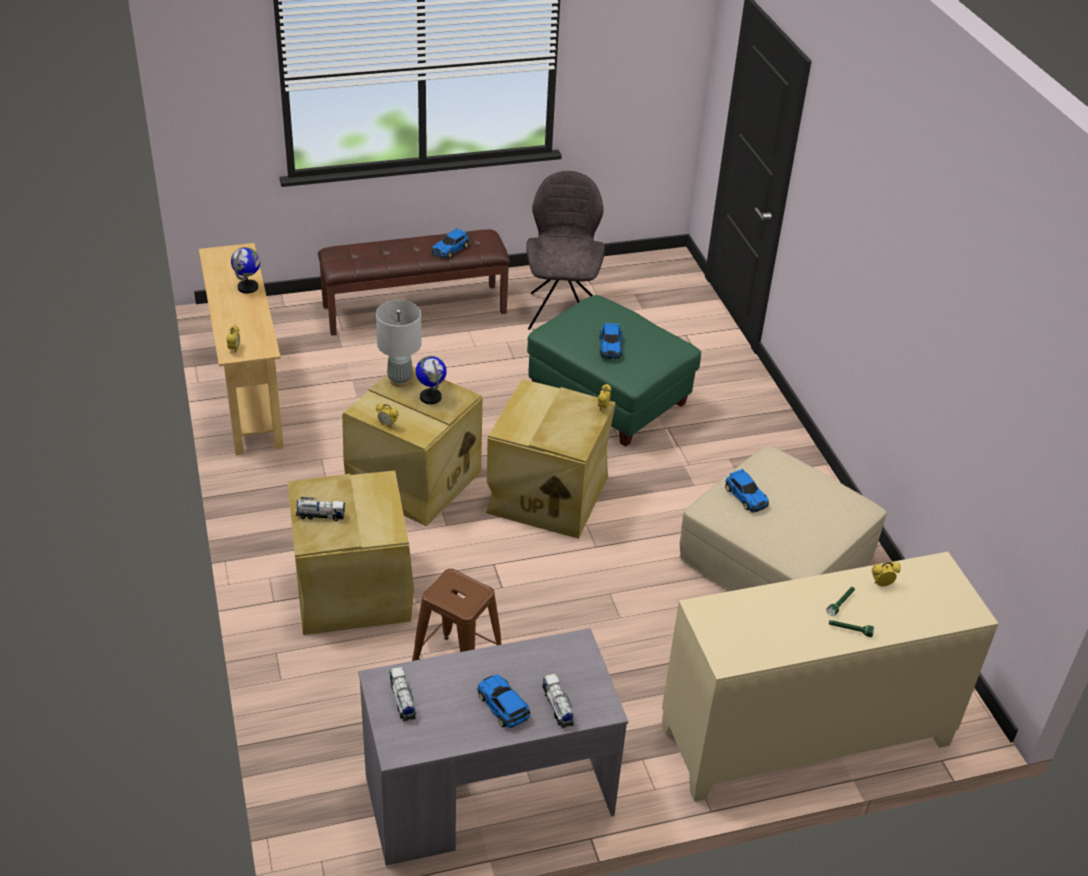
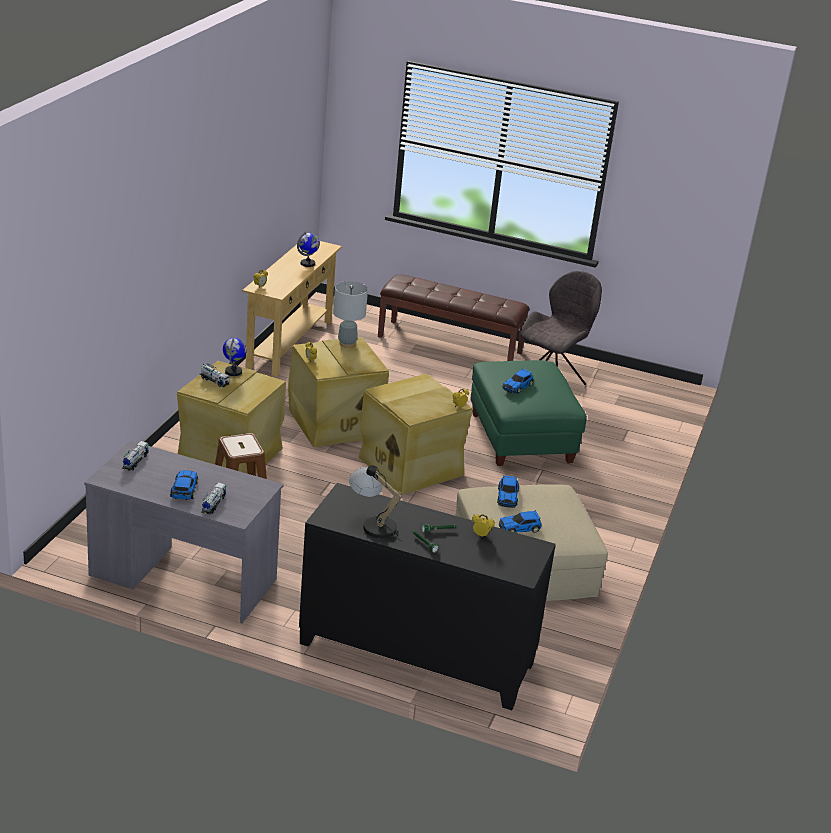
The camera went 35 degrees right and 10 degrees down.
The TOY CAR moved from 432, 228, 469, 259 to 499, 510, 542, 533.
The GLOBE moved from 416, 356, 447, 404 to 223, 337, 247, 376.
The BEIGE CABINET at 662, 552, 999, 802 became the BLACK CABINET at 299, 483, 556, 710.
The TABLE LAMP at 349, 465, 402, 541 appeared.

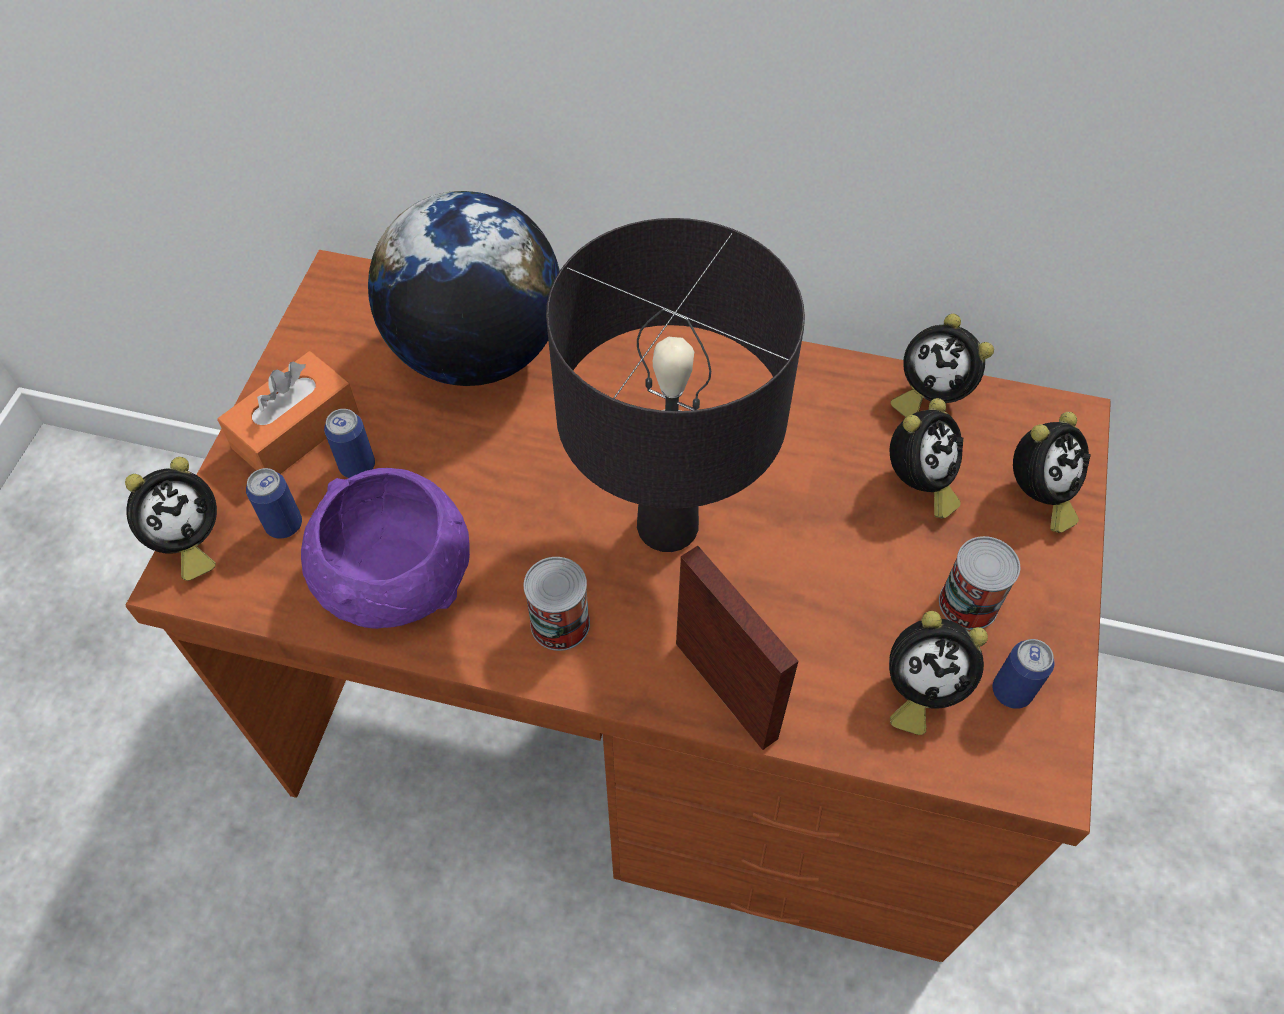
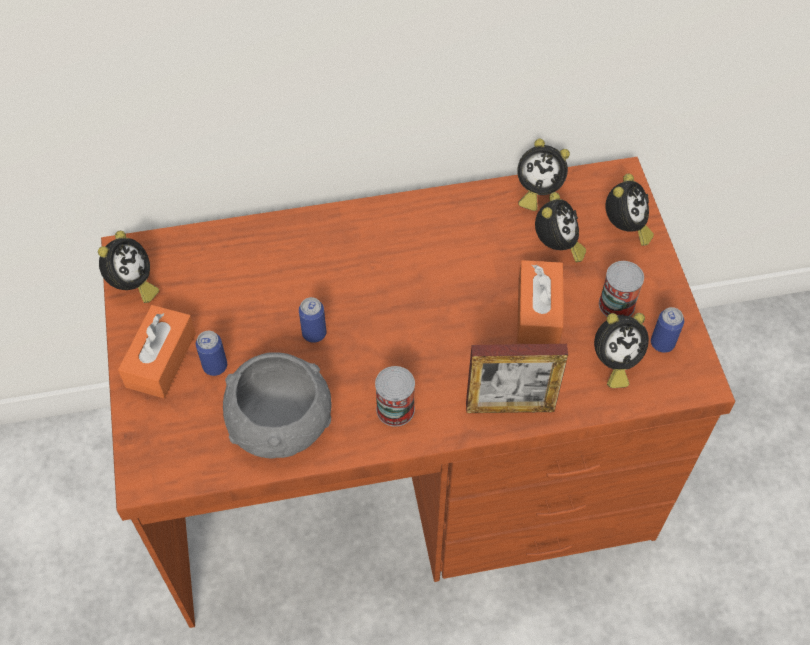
The camera went 25 degrees left and 0 degrees up.
The GLOBE at 368, 191, 560, 386 disappeared.
The BLACK TABLE LAMP at 546, 218, 805, 552 disappeared.
The ALARM CLOCK moved from 125, 457, 217, 581 to 98, 231, 159, 303.
The CAN moved from 246, 468, 302, 538 to 299, 297, 326, 343.
The PURPLE BOWL at 301, 468, 470, 629 became the GREY BOWL at 223, 352, 332, 458.
The PICTURE FRAME at 676, 546, 799, 750 turned 150 degrees clockwise.
The ORANGE TISSUE BOX at 517, 260, 563, 344 appeared.

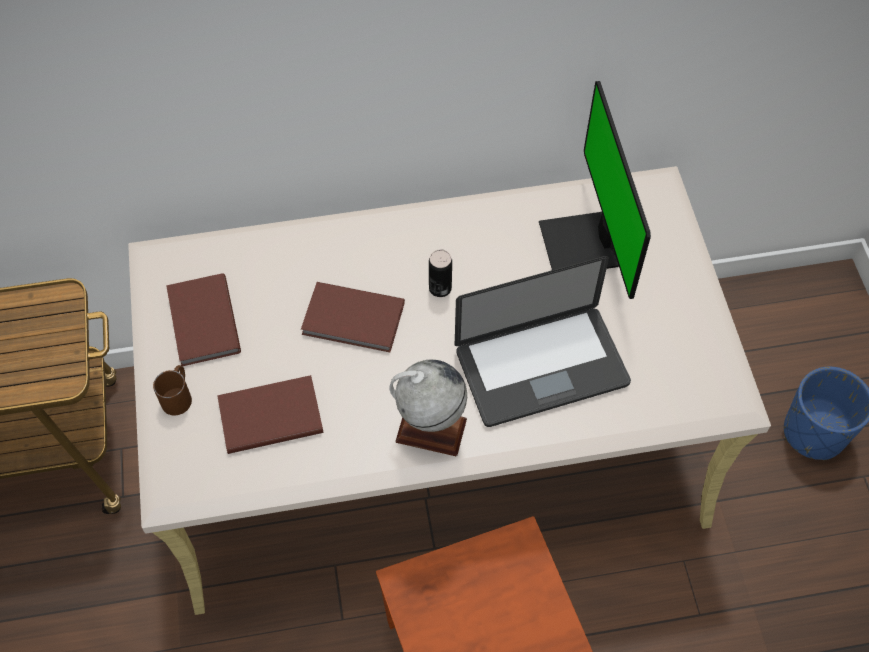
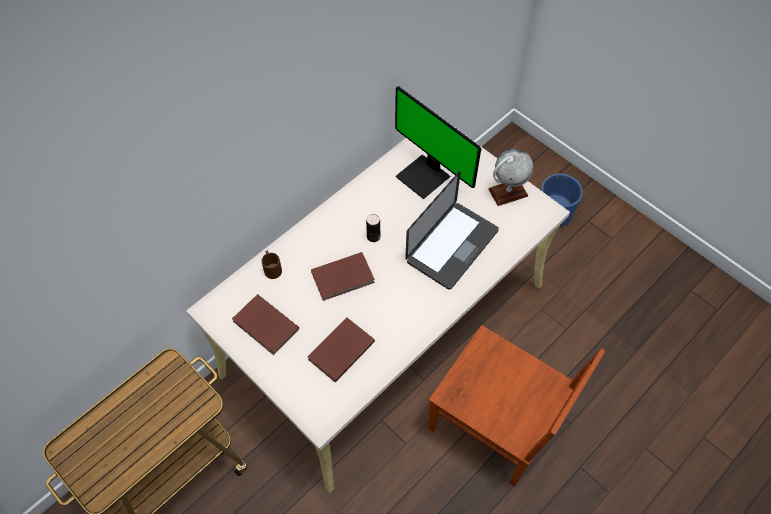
The camera went 35 degrees left and 0 degrees up.
The GLOBE moved from 389, 359, 467, 456 to 488, 149, 533, 206.
The BROWN MUG moved from 153, 365, 192, 415 to 261, 251, 282, 279.

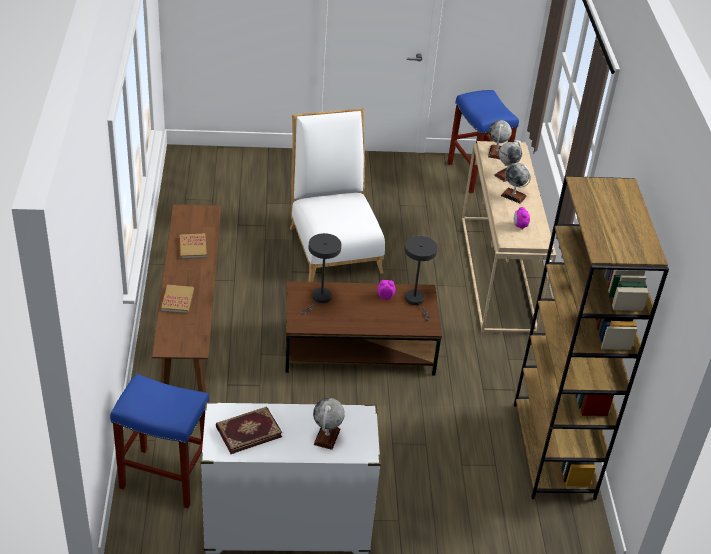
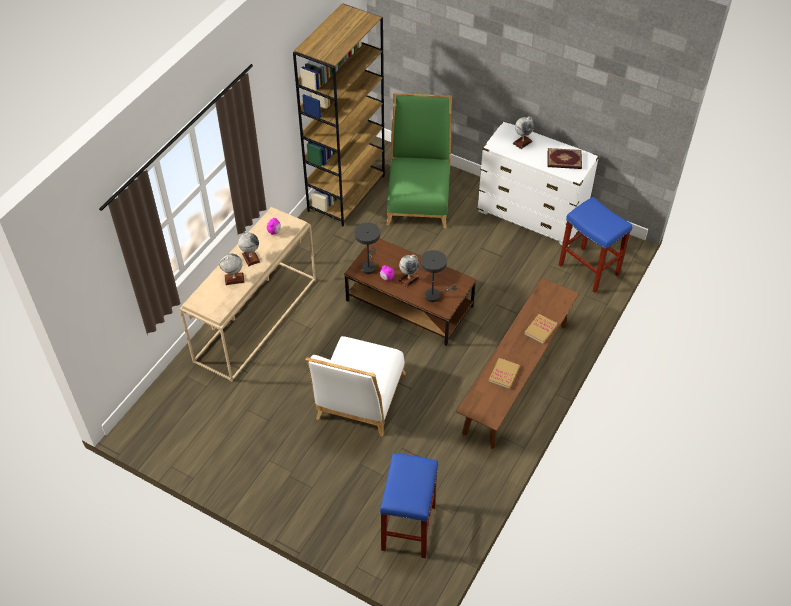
The camera went 145 degrees left and 10 degrees up.
The BLUE STOOL moved from 447, 90, 519, 193 to 380, 453, 438, 558.
The GLOBE moved from 488, 120, 512, 159 to 398, 255, 420, 287.
The GREEN CHAIR at 386, 93, 452, 228 appeared.

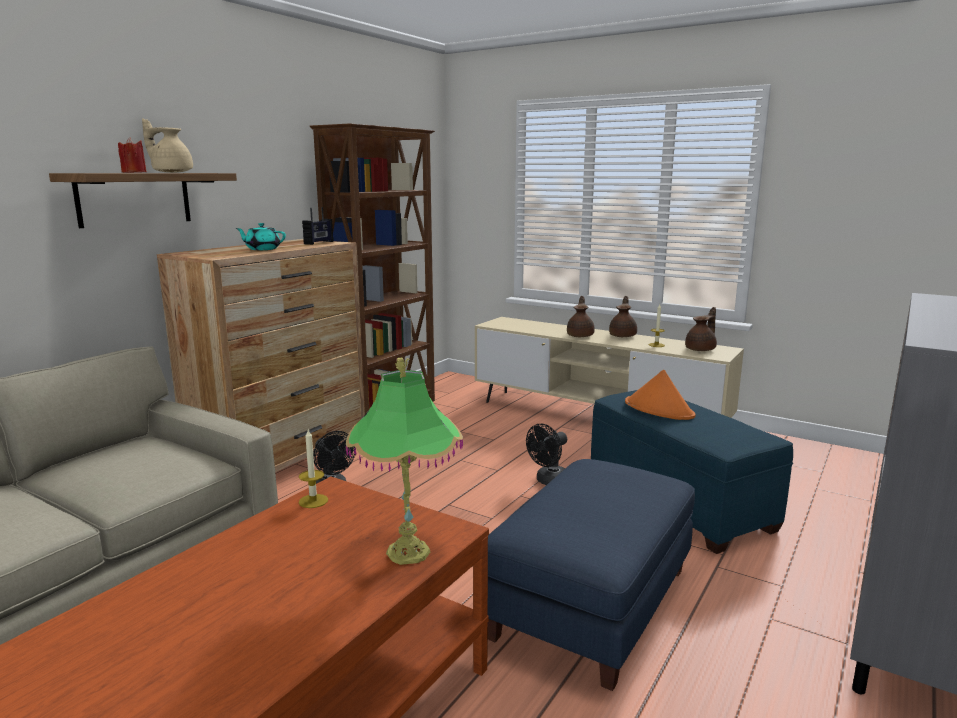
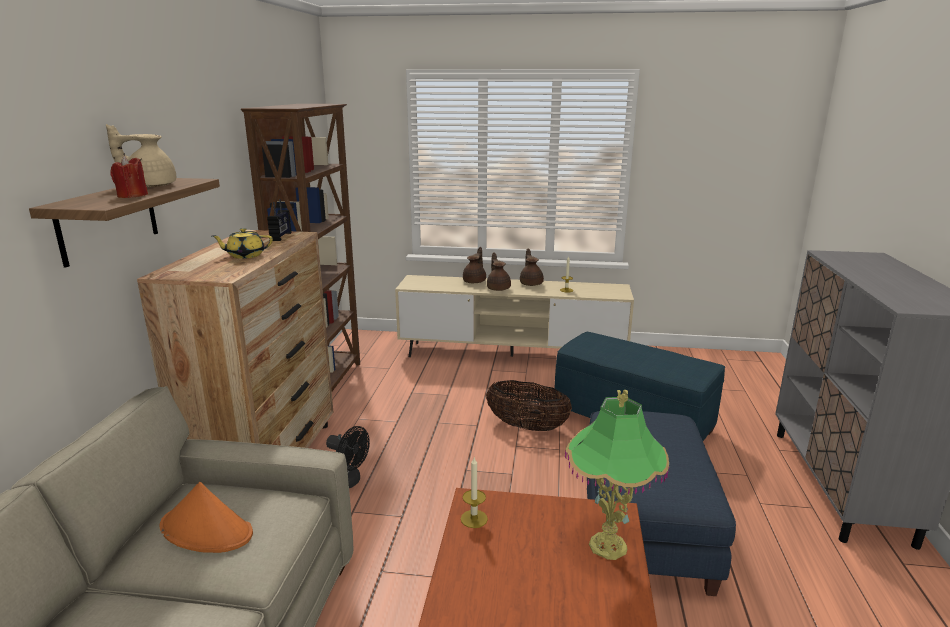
The camera went 25 degrees left and 5 degrees up.
The TURQUOISE TEAPOT at 236, 223, 286, 250 became the YELLOW TEAPOT at 212, 228, 273, 259.
The BROWN TEAPOT moved from 685, 307, 717, 351 to 463, 247, 486, 283.
The ORANGE HAT moved from 625, 369, 696, 420 to 159, 482, 253, 553.
The BLACK FAN at 526, 424, 567, 485 was replaced by the BASKET at 486, 380, 572, 431.

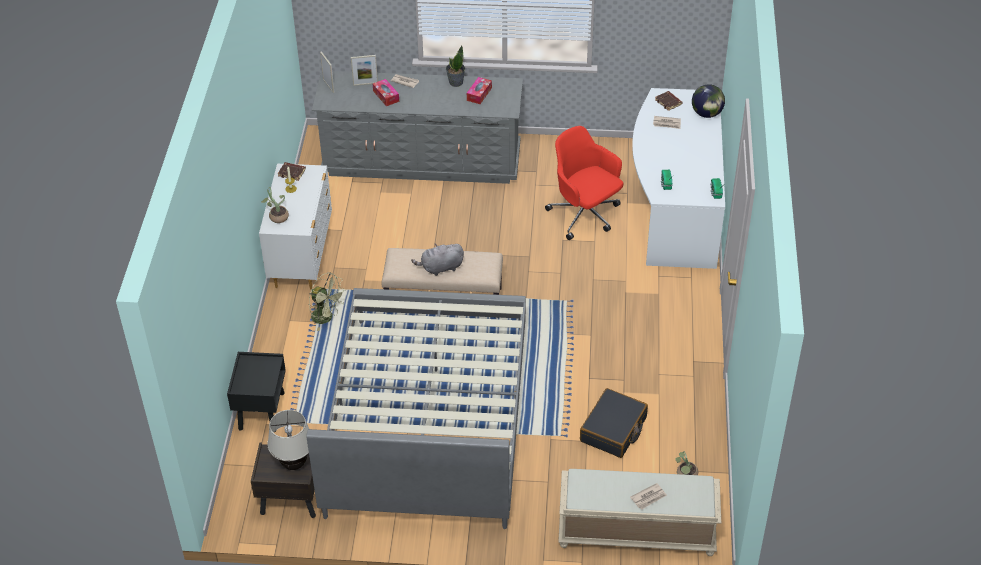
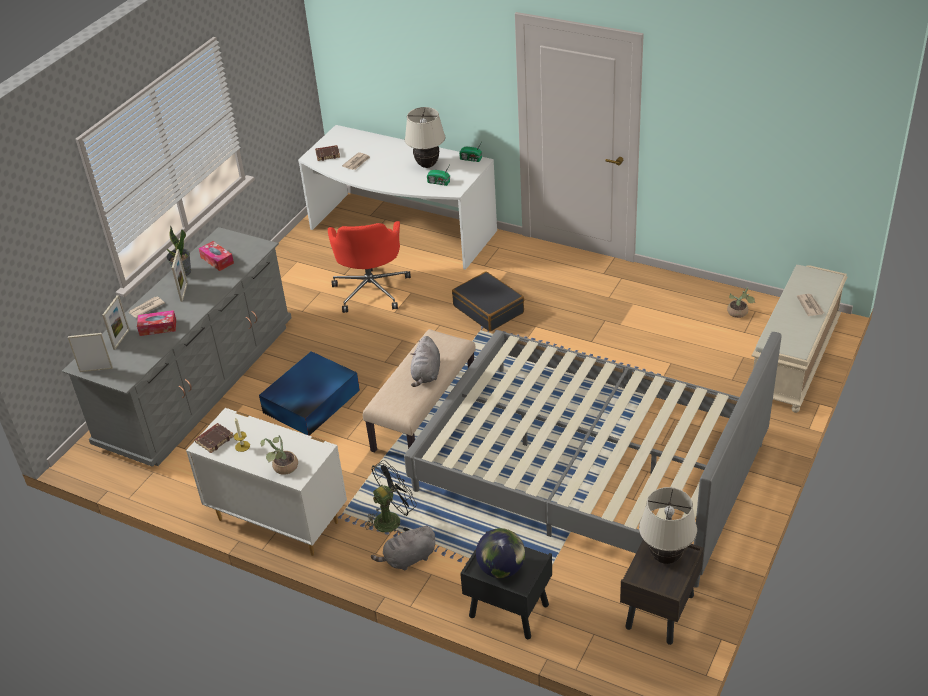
The camera went 65 degrees left and 5 degrees down.
The GLOBE moved from 692, 84, 725, 118 to 476, 528, 525, 578.
The RED OFFICE CHAIR at 545, 126, 624, 240 turned 75 degrees counterclockwise.
The GREEN FAN at 309, 272, 346, 331 became the BLACK FAN at 365, 460, 417, 532.
The BLACK SUITCASE moved from 580, 388, 648, 458 to 452, 271, 524, 332.
The BEIGE TABLE LAMP at 405, 107, 445, 168 appeared.
The PICTURE FRAME at 172, 249, 188, 302 appeared.
The BLUE STORAGE BOX at 259, 351, 360, 436 appeared.
The GREY PLUSH TOY at 371, 526, 435, 571 appeared.

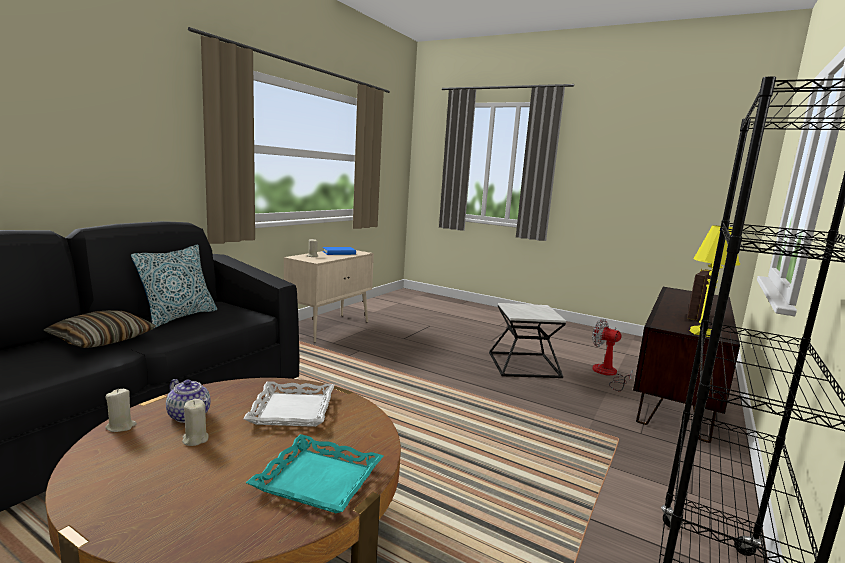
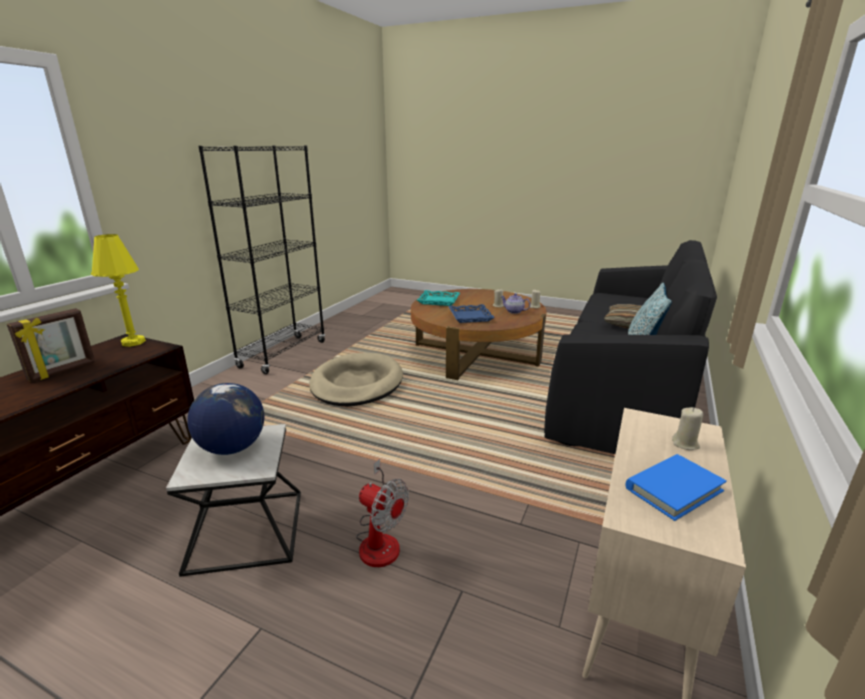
The camera went 175 degrees right and 10 degrees up.
The FAN moved from 592, 319, 633, 391 to 356, 459, 409, 567.
The WHITE TRAY at 243, 381, 334, 427 became the BLUE TRAY at 448, 304, 495, 323.
The BEIGE DOG BED at 309, 353, 403, 406 appeared.
The GLOBE at 187, 383, 264, 455 appeared.

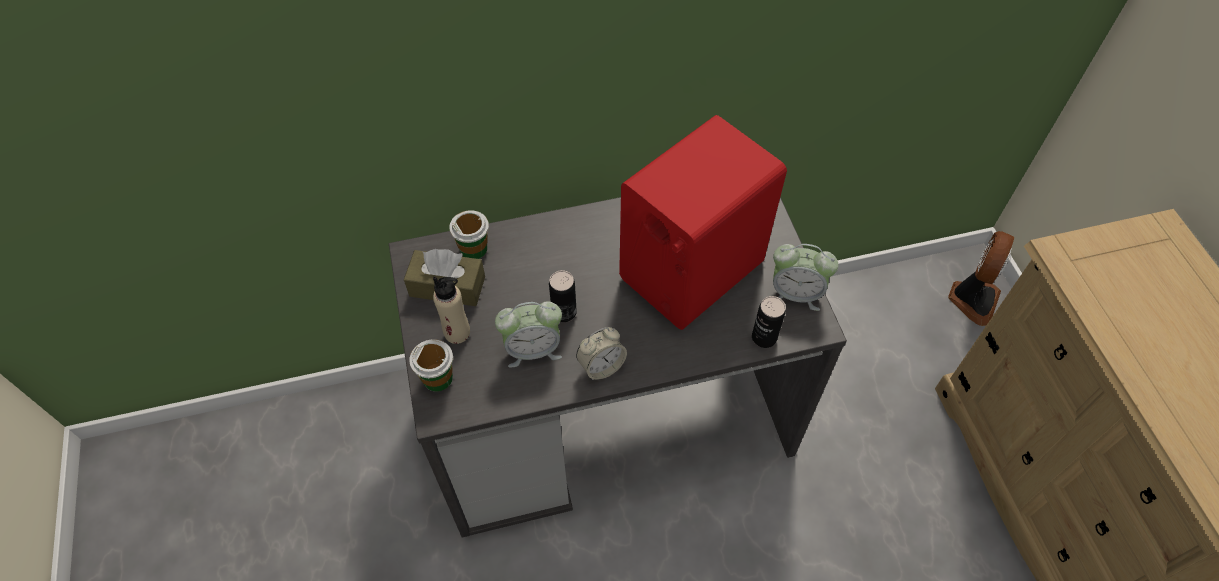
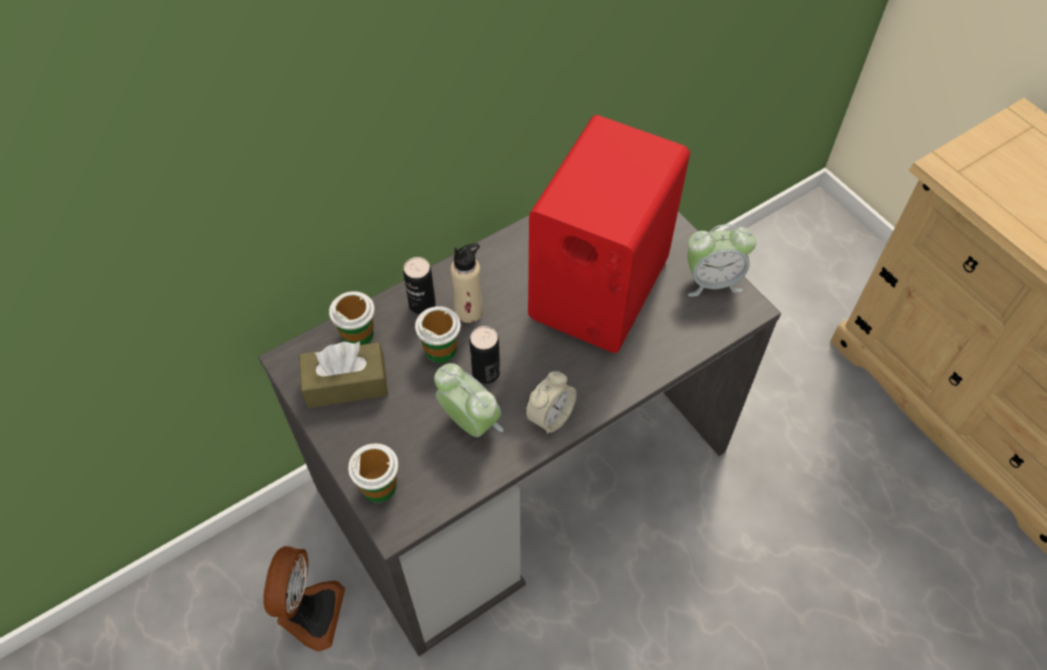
The camera went 20 degrees left and 0 degrees up.
The FAN moved from 948, 231, 1014, 326 to 264, 546, 345, 651.
The BEIGE BOTTLE moved from 433, 276, 470, 344 to 451, 243, 483, 323.
The CAN moved from 752, 296, 786, 348 to 403, 257, 436, 315.
The ALARM CLOCK at 495, 301, 562, 368 turned 105 degrees counterclockwise.
The CUP at 415, 306, 461, 363 appeared.

